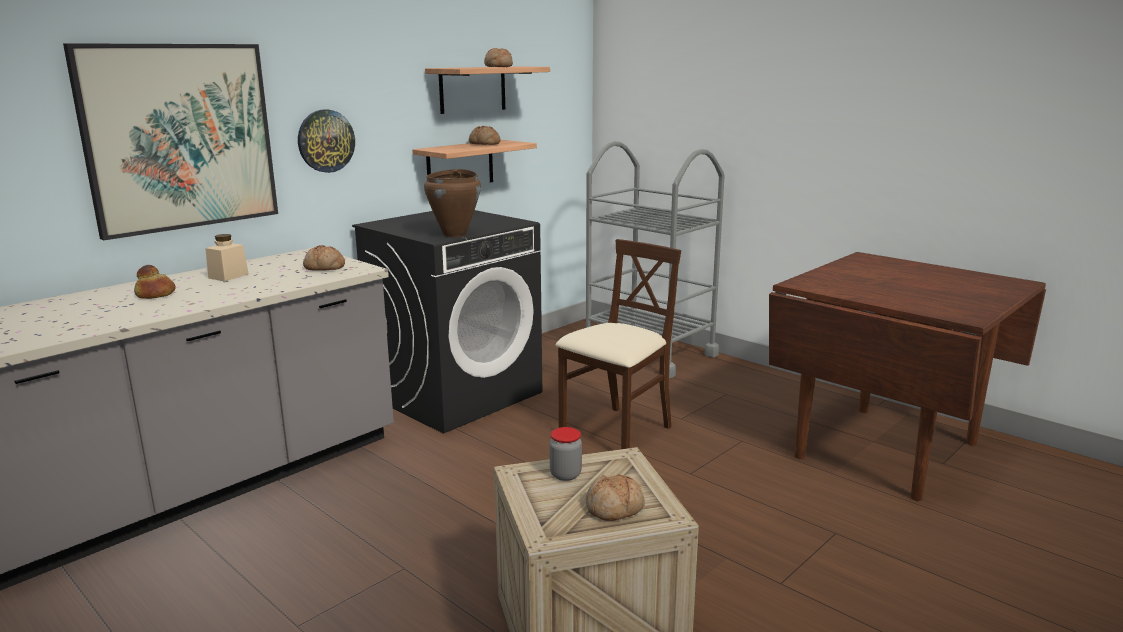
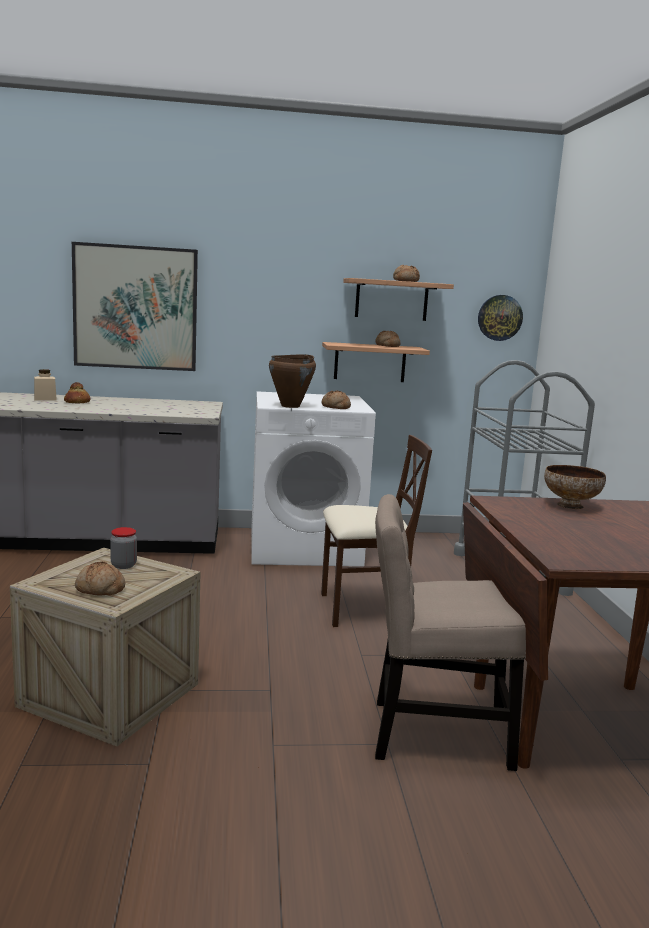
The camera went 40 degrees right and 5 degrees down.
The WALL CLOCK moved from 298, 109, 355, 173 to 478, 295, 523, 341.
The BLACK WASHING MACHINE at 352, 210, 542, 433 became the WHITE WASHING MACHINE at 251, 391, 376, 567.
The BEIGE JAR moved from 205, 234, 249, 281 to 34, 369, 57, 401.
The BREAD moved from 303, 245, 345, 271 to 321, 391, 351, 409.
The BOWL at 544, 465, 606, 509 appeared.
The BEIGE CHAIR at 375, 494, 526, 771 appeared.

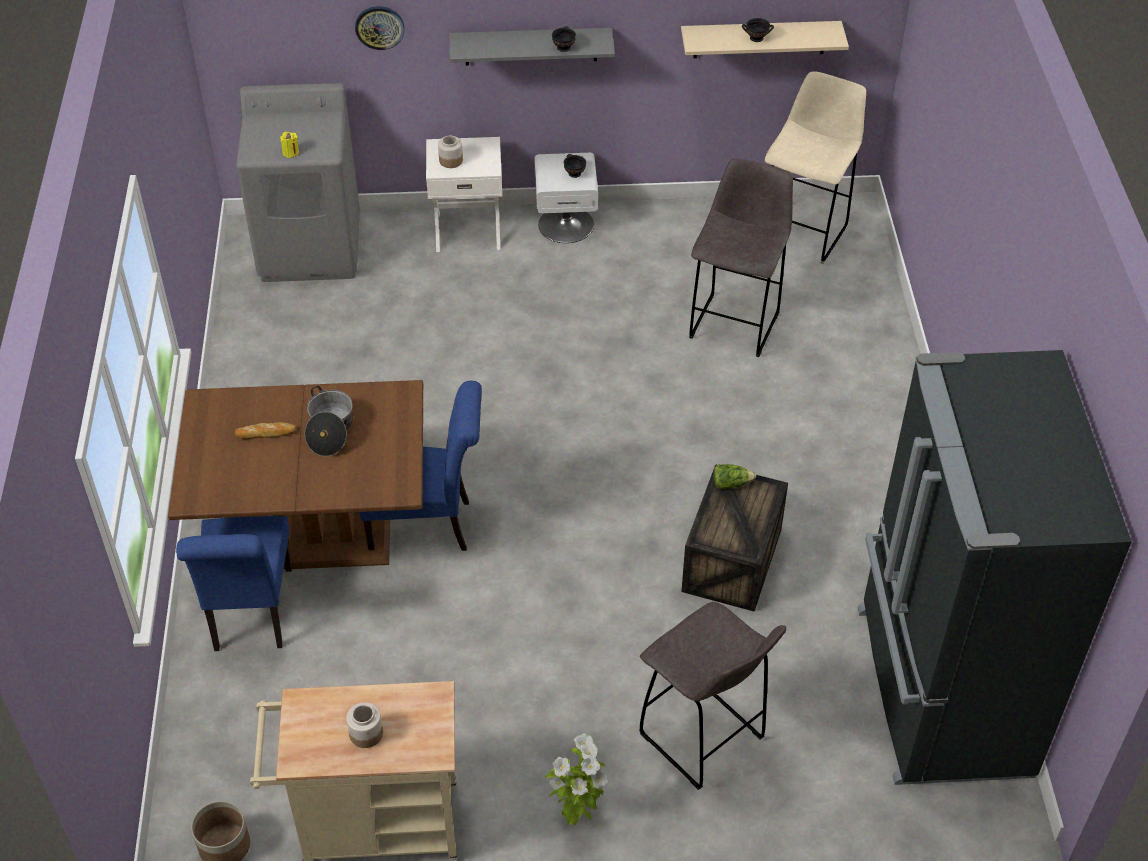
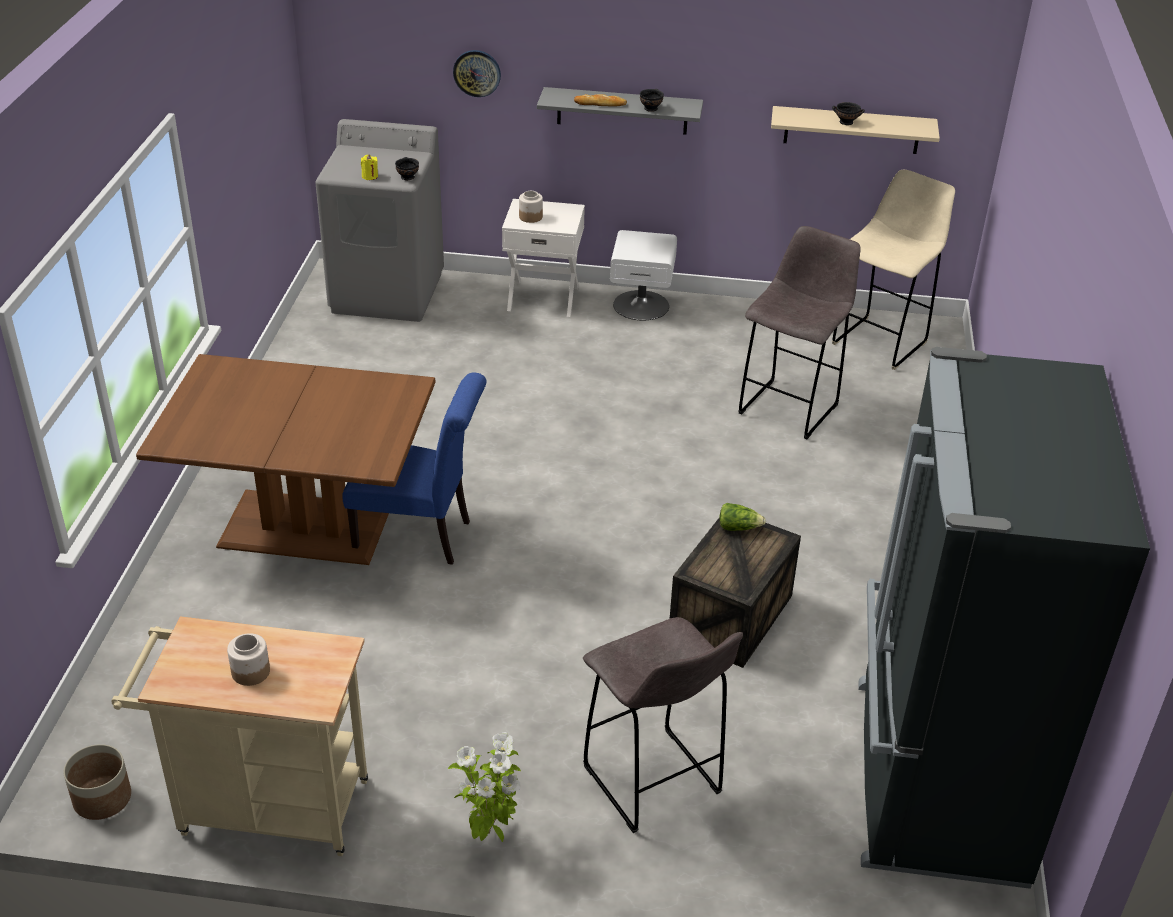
The camera went 10 degrees right and 10 degrees down.
The BLACK BOWL moved from 564, 154, 586, 178 to 395, 157, 419, 180.
The COOKING POT at 305, 386, 353, 456 disappeared.
The BREAD moved from 234, 422, 296, 439 to 574, 94, 627, 107.
The BLUE CHAIR at 176, 516, 292, 651 disappeared.

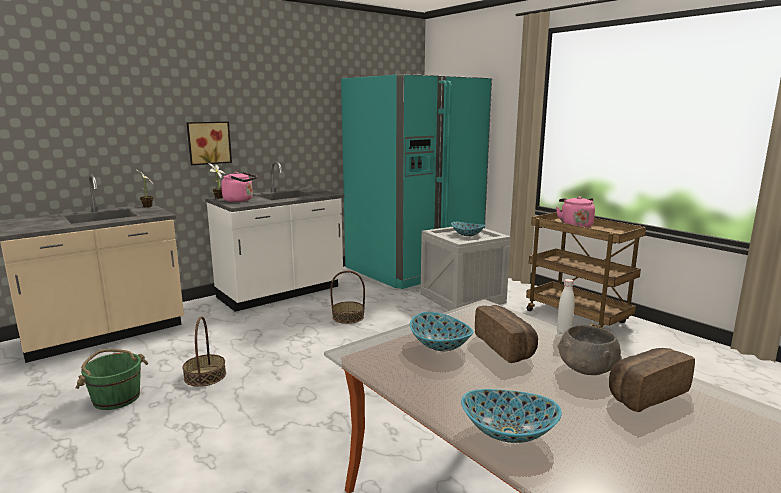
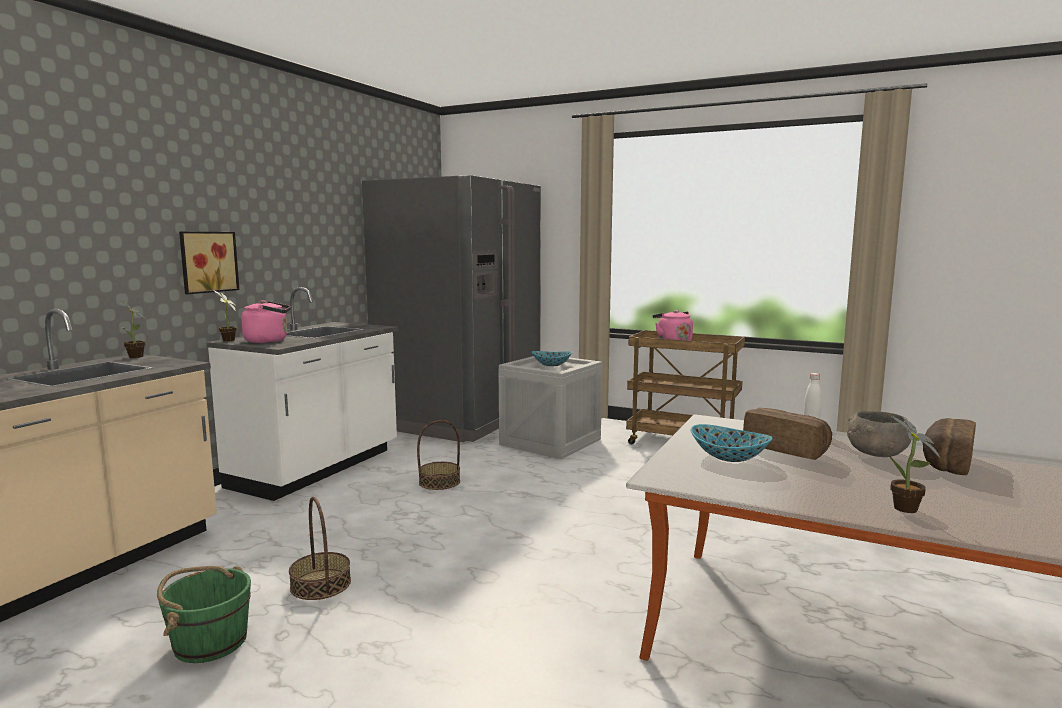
The camera went 25 degrees left and 5 degrees down.
The TURQUOISE FRIDGE at 341, 74, 492, 289 became the GREY FRIDGE at 362, 175, 541, 442.
The BOWL at 461, 389, 562, 443 was replaced by the POTTED PLANT at 889, 416, 940, 513.

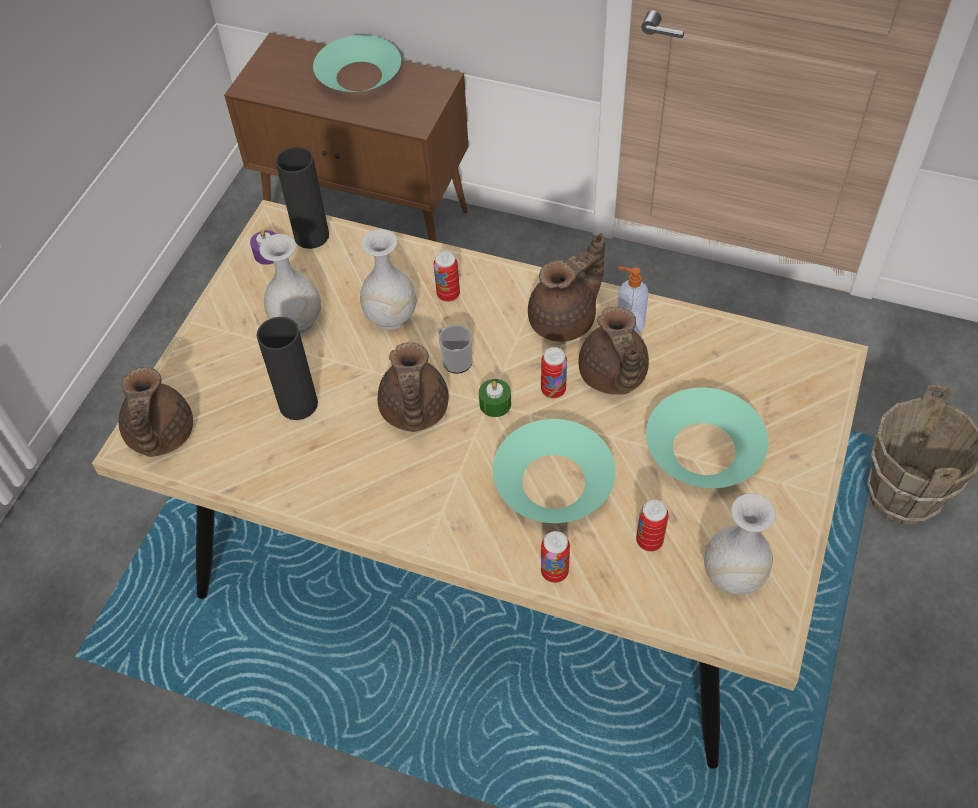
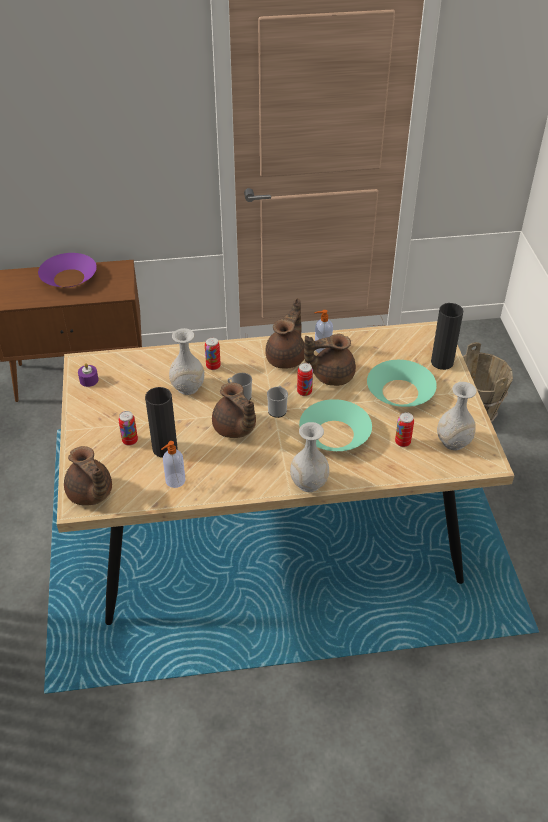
The camera went 30 degrees left and 10 degrees down.
The TURQUOISE BOWL at 313, 35, 401, 92 became the PURPLE BOWL at 38, 253, 97, 287.
The BLACK VASE moved from 276, 147, 329, 249 to 431, 303, 463, 370.
The WHITE VASE moved from 260, 234, 321, 334 to 290, 422, 329, 492.
The BROWN TEAPOT at 578, 307, 649, 395 turned 120 degrees clockwise.
The GREEN CANDLE at 479, 379, 511, 417 was replaced by the MUG at 267, 386, 288, 418.
The CAN moved from 541, 531, 570, 583 to 118, 411, 138, 446.
The SOAP DISPENSER at 161, 441, 185, 488 appeared.

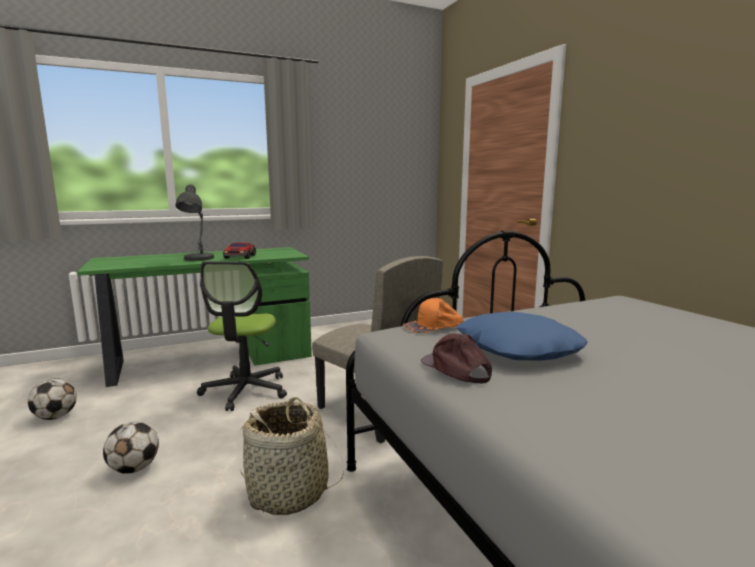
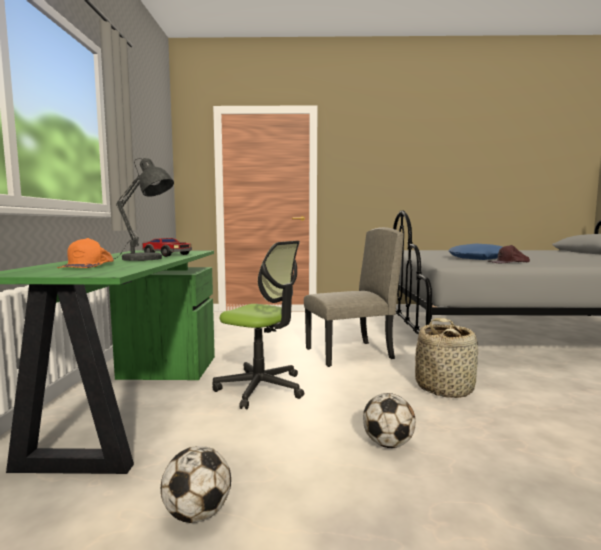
The camera went 65 degrees left and 5 degrees down.
The ORANGE CAP moved from 403, 298, 463, 333 to 57, 238, 114, 268.

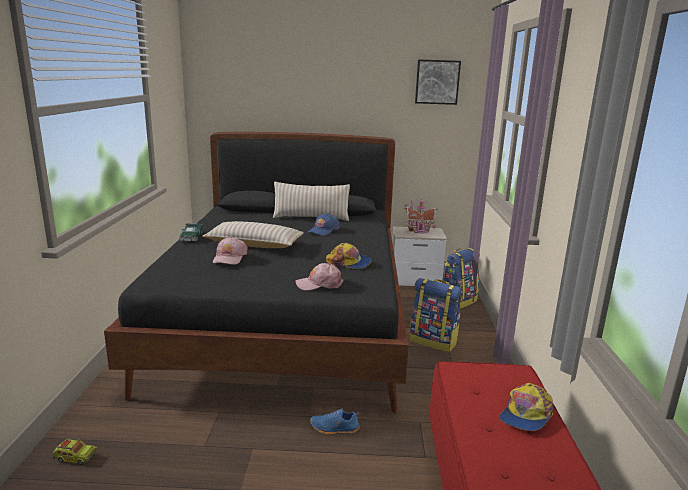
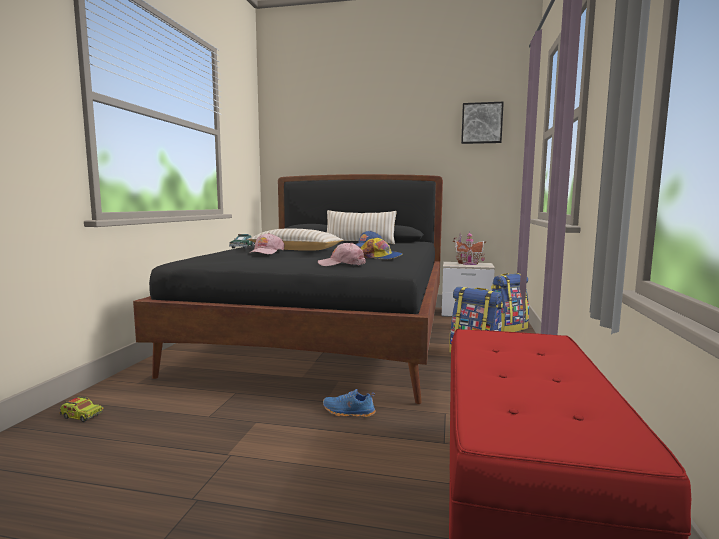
The camera went 10 degrees right and 10 degrees down.
The CAP at 499, 383, 554, 431 disappeared.

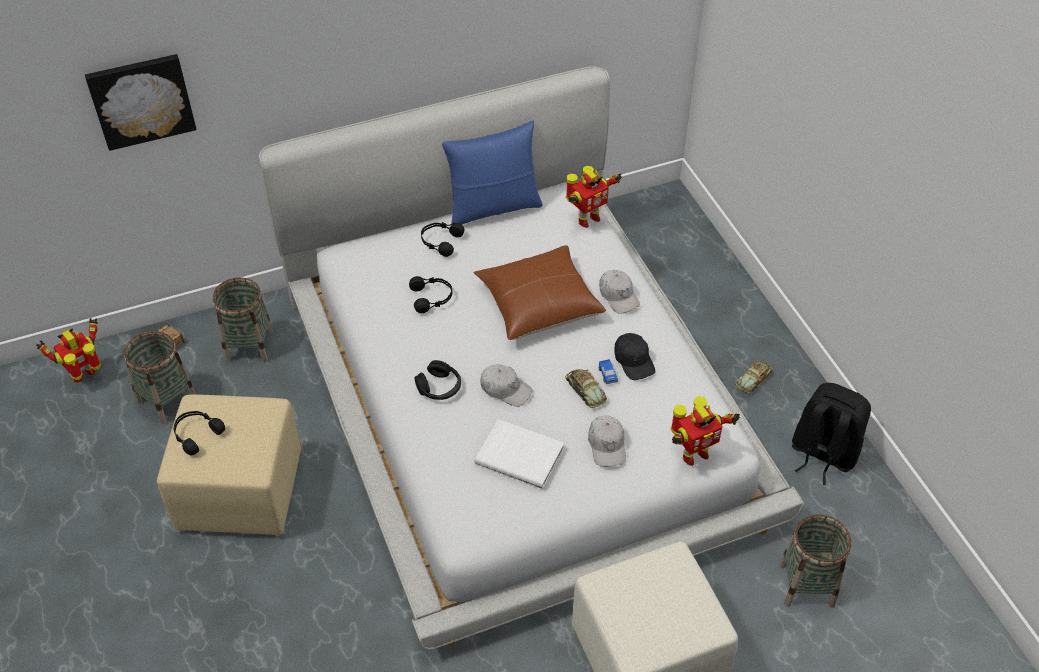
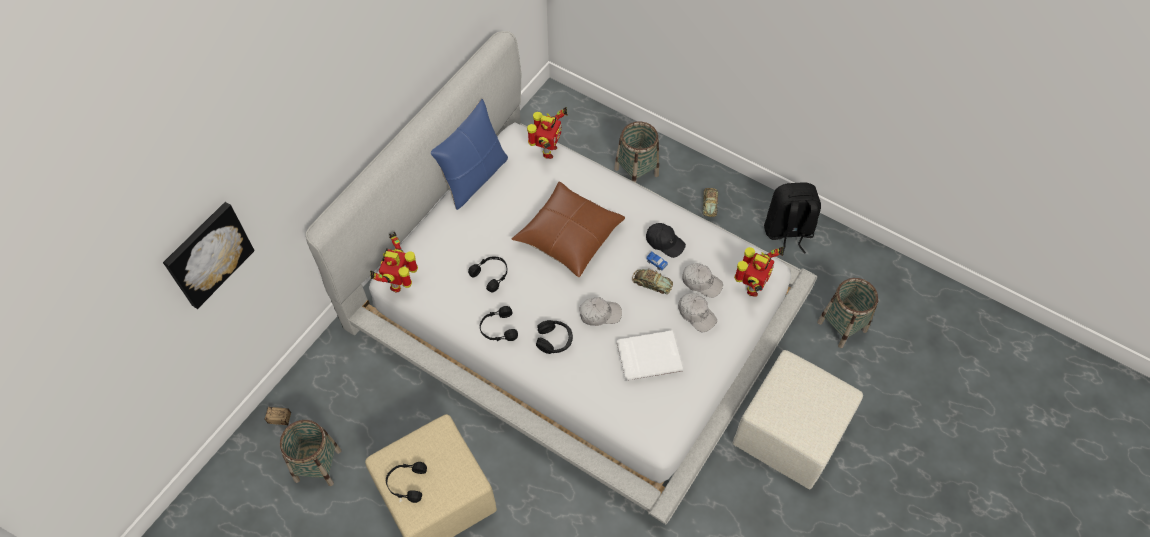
The camera went 35 degrees left and 10 degrees up.
The BLACK HEADPHONES moved from 421, 222, 464, 257 to 480, 306, 518, 341.
The WHITE CAP moved from 599, 270, 640, 314 to 682, 263, 723, 298.
The BASKET moved from 212, 277, 274, 362 to 614, 121, 659, 183.
The TOY ROBOT moved from 36, 318, 101, 383 to 370, 232, 418, 292.

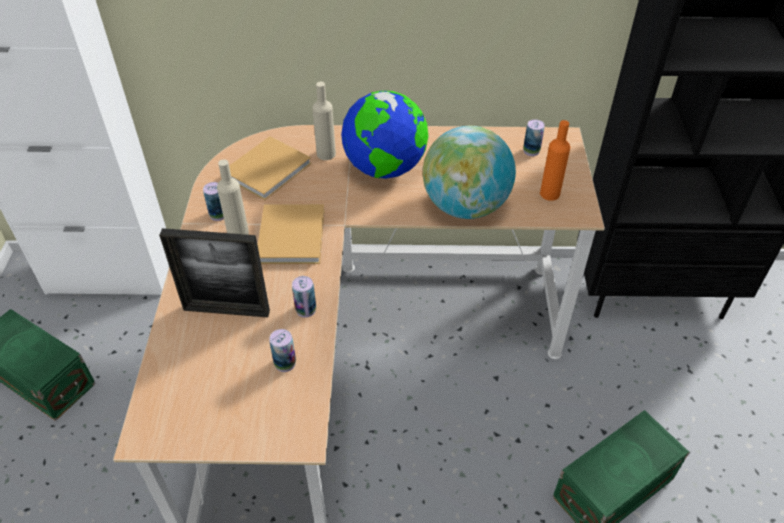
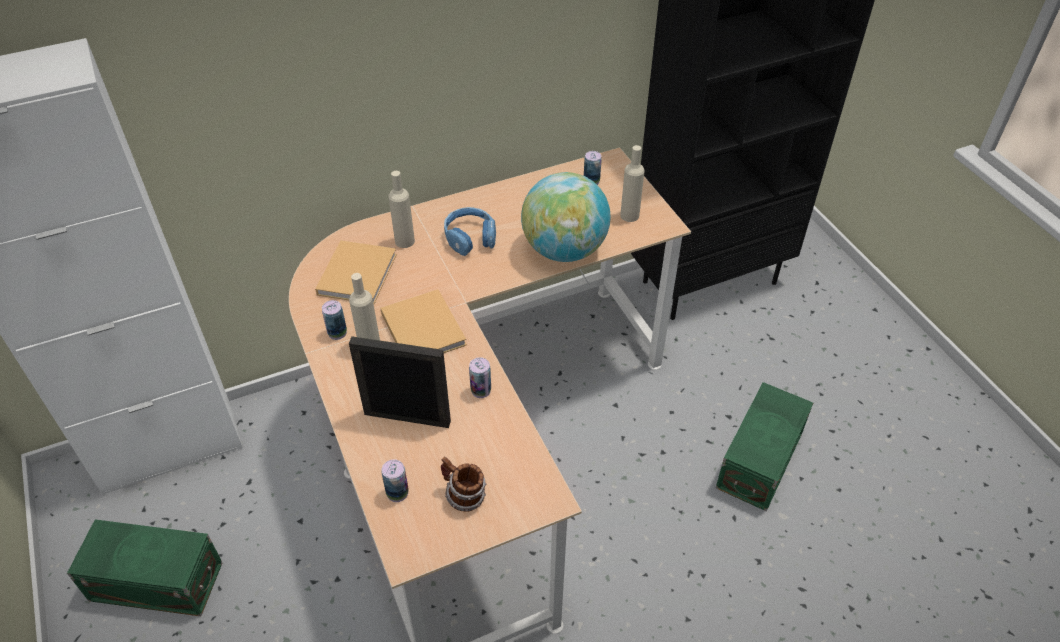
The camera went 25 degrees left and 0 degrees up.
The GLOBE at 341, 91, 429, 179 was replaced by the BLUE HEADPHONES at 444, 207, 496, 256.
The ORANGE BOTTLE at 540, 120, 570, 201 became the BEIGE BOTTLE at 620, 145, 645, 222.
The PICTURE FRAME at 159, 228, 270, 318 turned 150 degrees counterclockwise.
The CAN moved from 269, 329, 296, 372 to 382, 459, 409, 502.
The MUG at 441, 457, 486, 512 appeared.

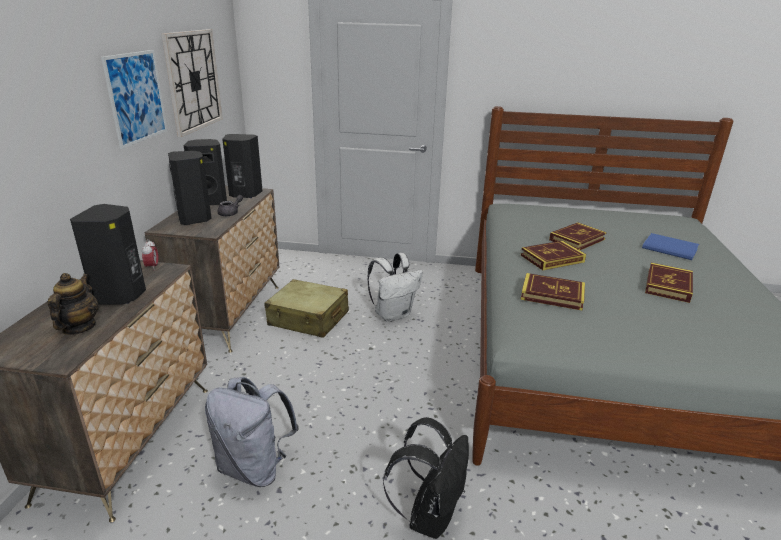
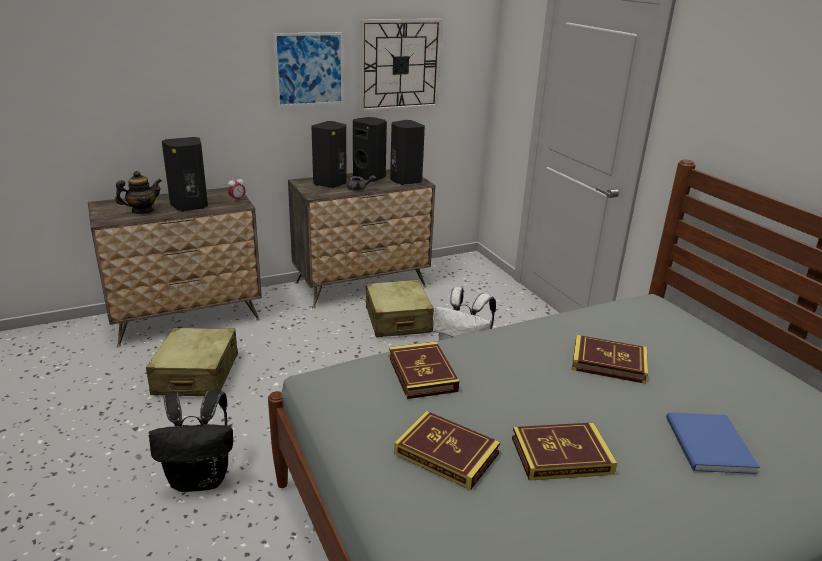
The camera went 55 degrees right and 0 degrees up.
The BOOK moved from 521, 241, 586, 270 to 394, 411, 500, 490.
The GREY BACKPACK at 205, 377, 299, 487 was replaced by the BEIGE SUITCASE at 146, 328, 238, 396.

